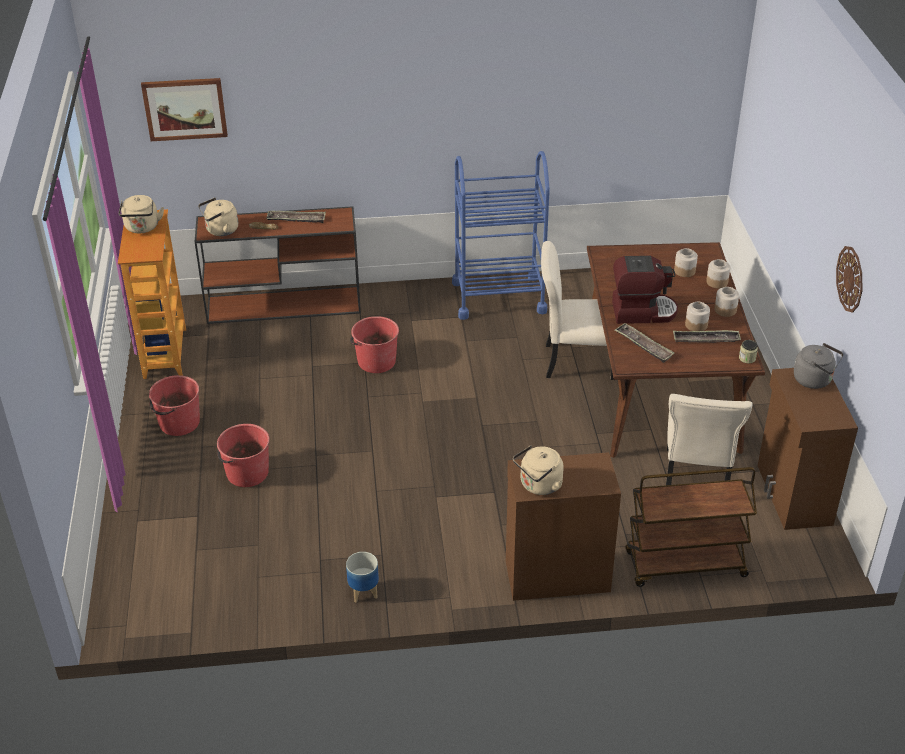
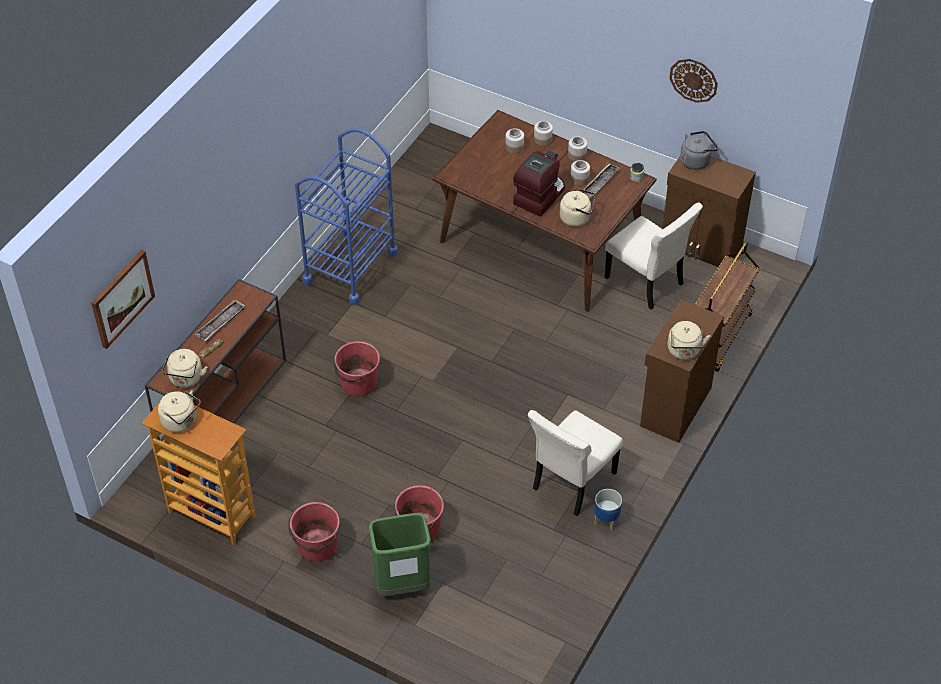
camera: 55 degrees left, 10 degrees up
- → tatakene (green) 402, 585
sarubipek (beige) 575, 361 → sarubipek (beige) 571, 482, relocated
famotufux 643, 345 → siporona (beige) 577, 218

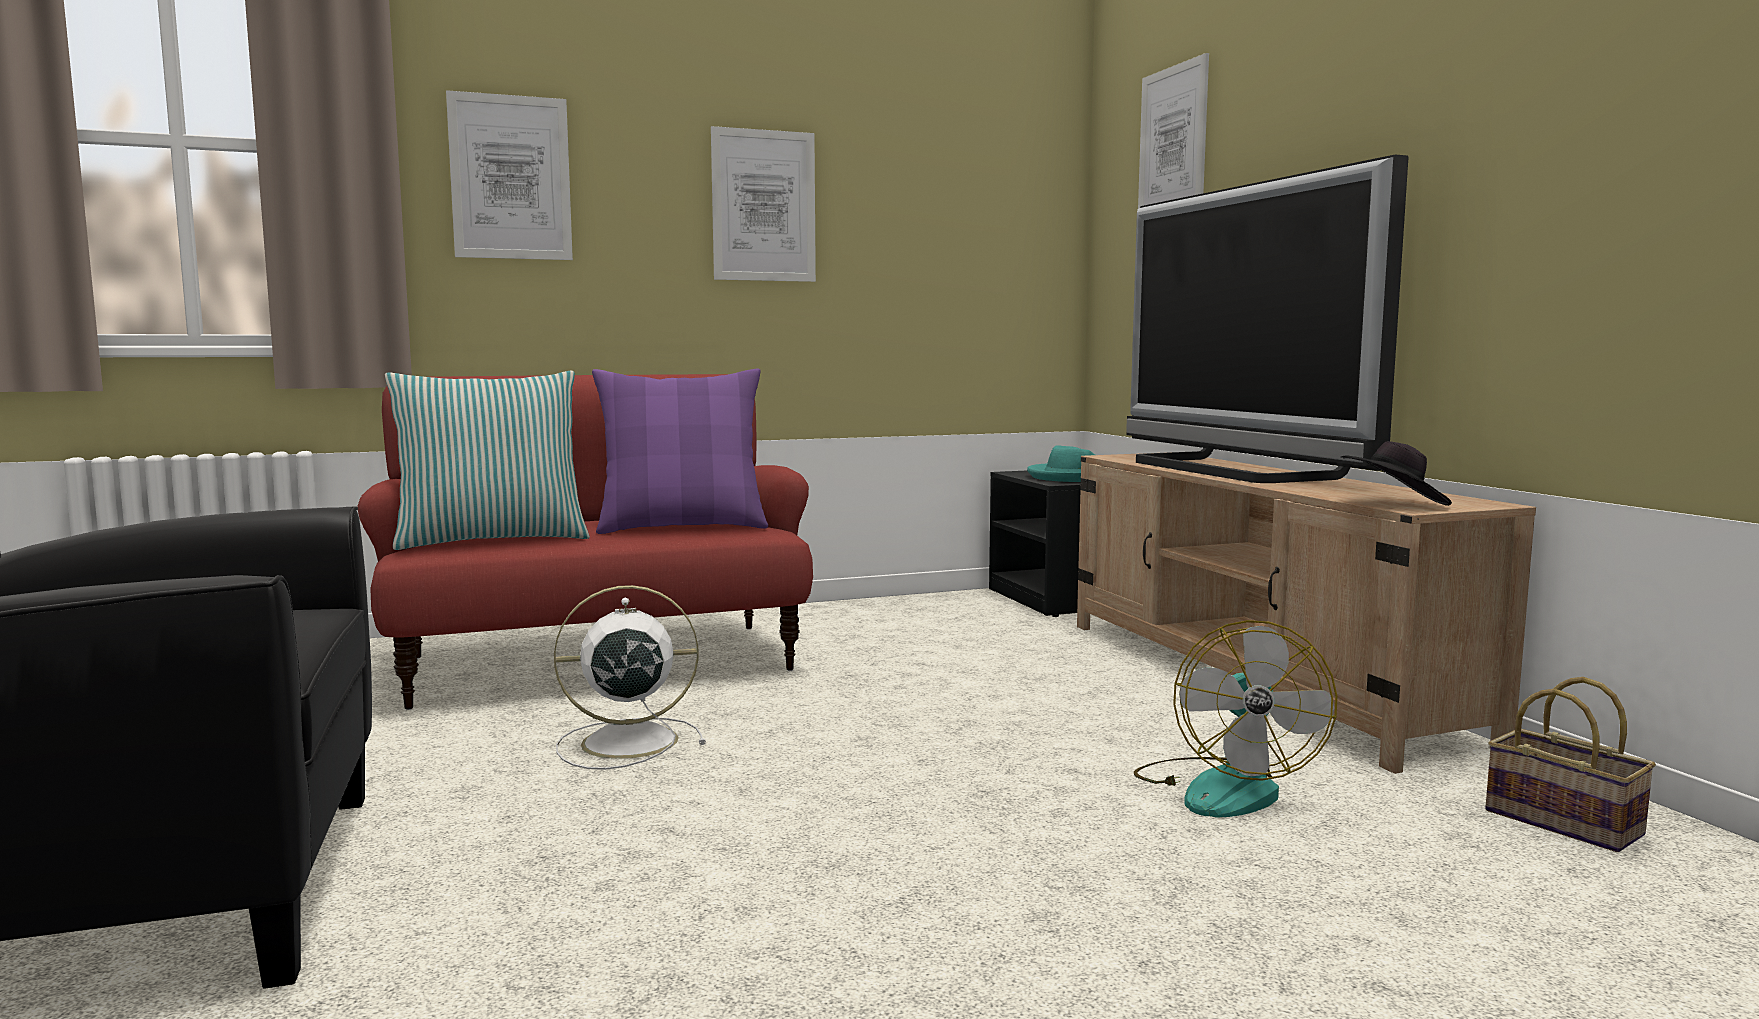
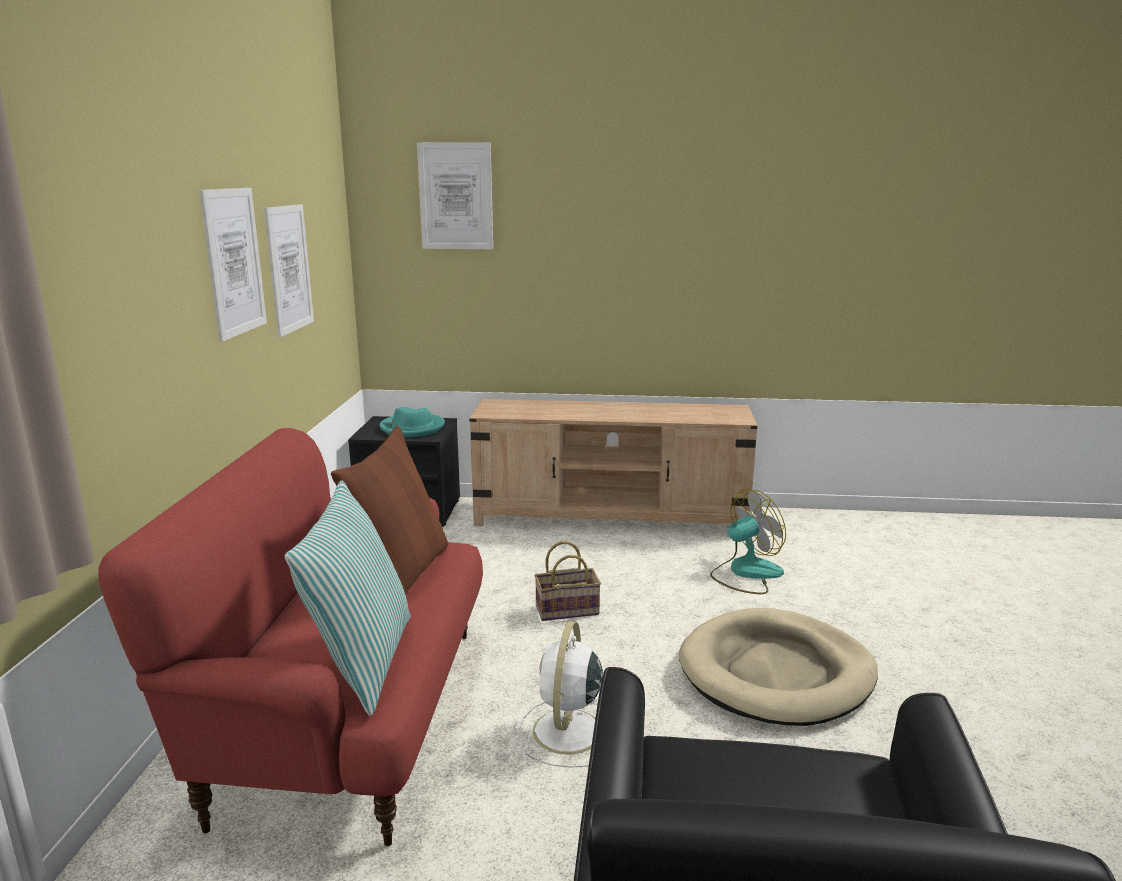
camera: 65 degrees left, 10 degrees up
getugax 1228, 470 → -
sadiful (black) 1395, 504 → -
- → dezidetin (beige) 776, 673
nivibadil 510, 177 → nivibadil 289, 268, relocated
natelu 1567, 823 → natelu 568, 609, relocated
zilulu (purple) 682, 527 → zilulu (brown) 402, 574
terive 1225, 787 → terive 745, 573, 60 degrees counterclockwise

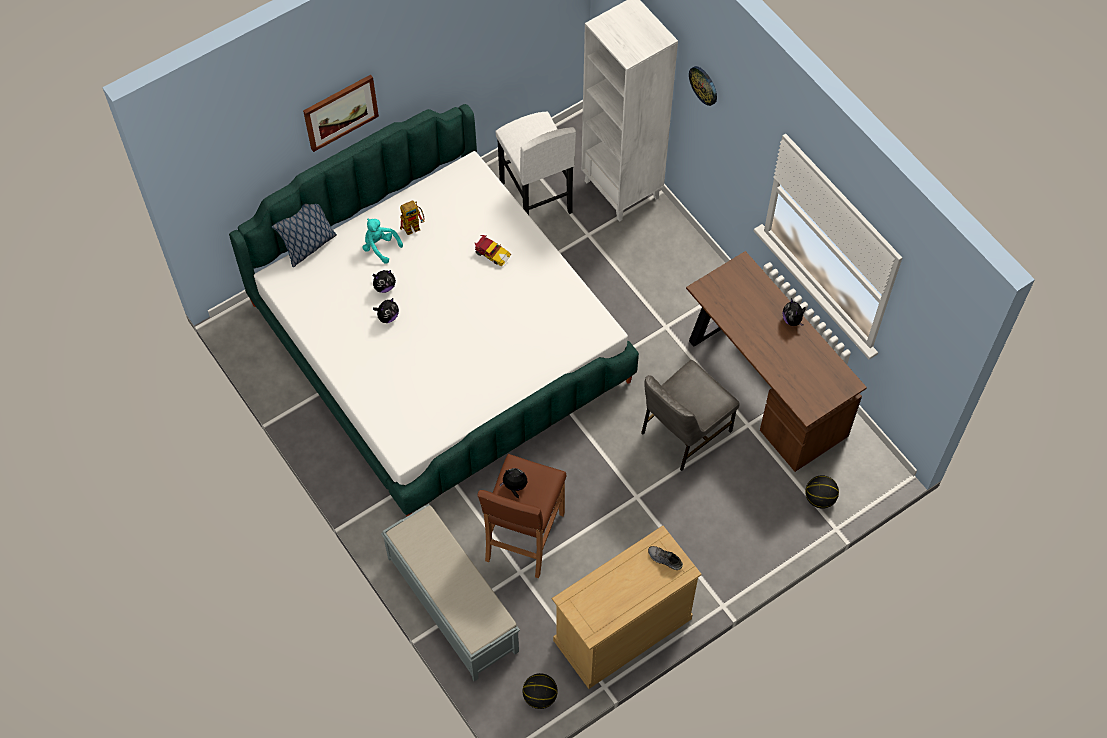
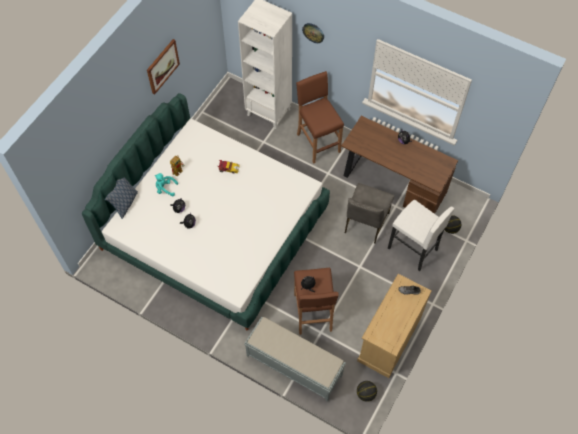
camera: 25 degrees left, 0 degrees up
- → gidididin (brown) 318, 142
nivibadil 340, 112 → nivibadil 162, 66, relocated
gidididin (white) 535, 198 → gidididin (white) 412, 249, relocated

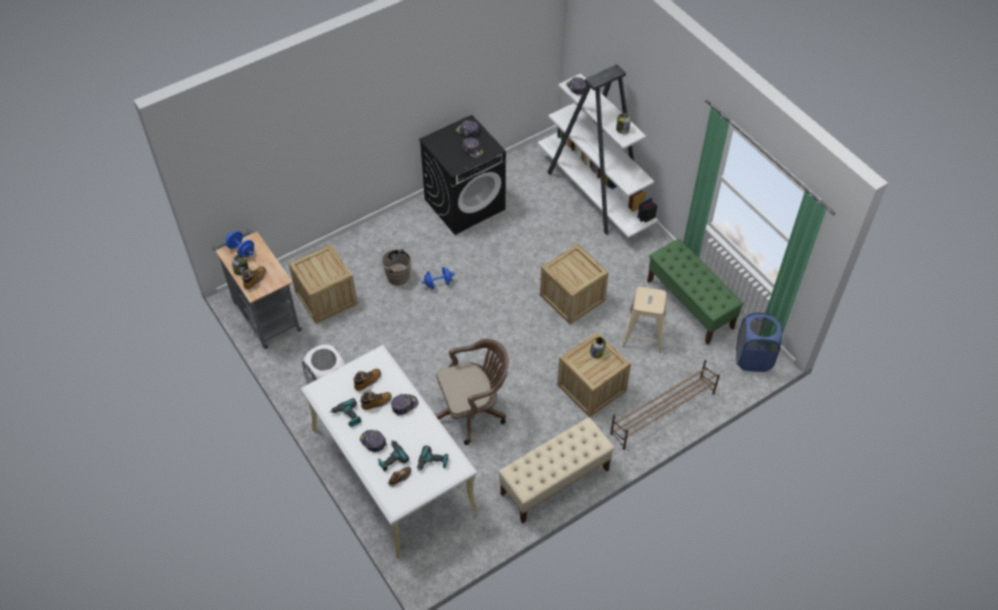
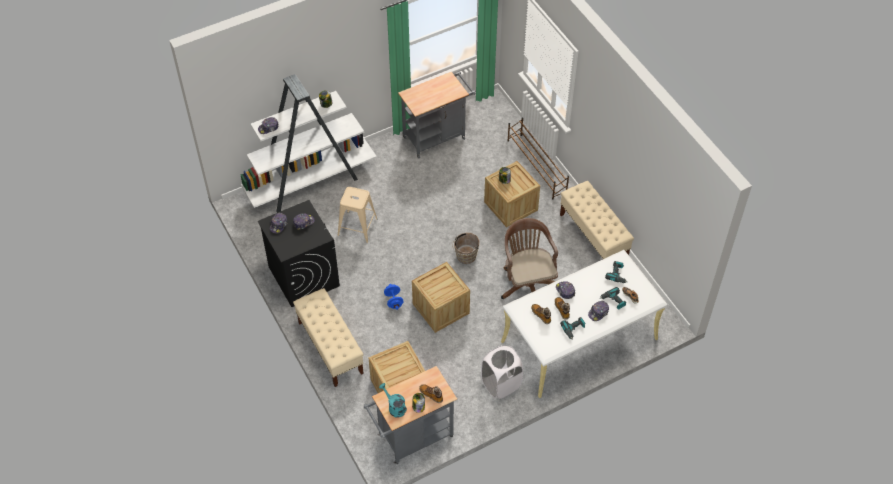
camera: 85 degrees left, 0 degrees up
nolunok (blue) 753, 358 → -
- → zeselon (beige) 330, 347
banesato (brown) 396, 275 → banesato (brown) 465, 257, relocated
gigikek 572, 298 → gigikek 441, 308, relocated
gidididin (beige) 644, 334 → gidididin (beige) 357, 227, relocated
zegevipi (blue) 241, 250 → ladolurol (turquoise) 394, 407
zeselon (green) 690, 304 → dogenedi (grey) 437, 136

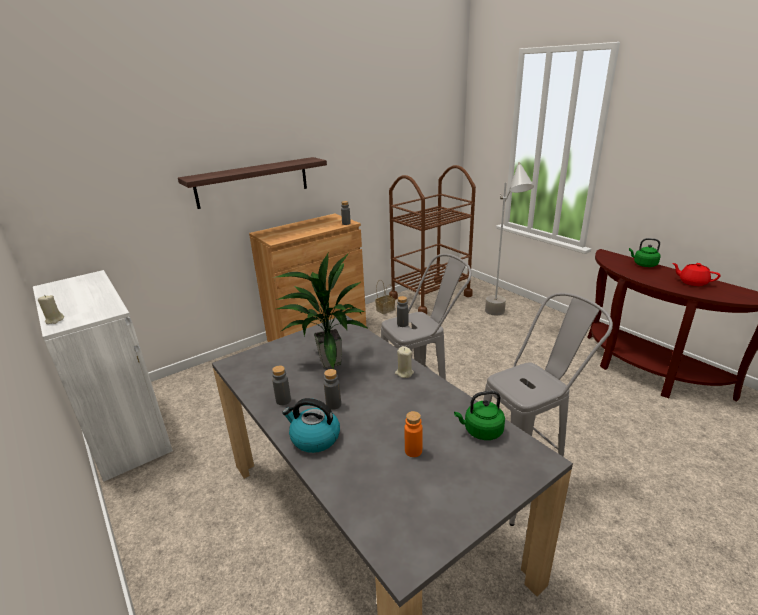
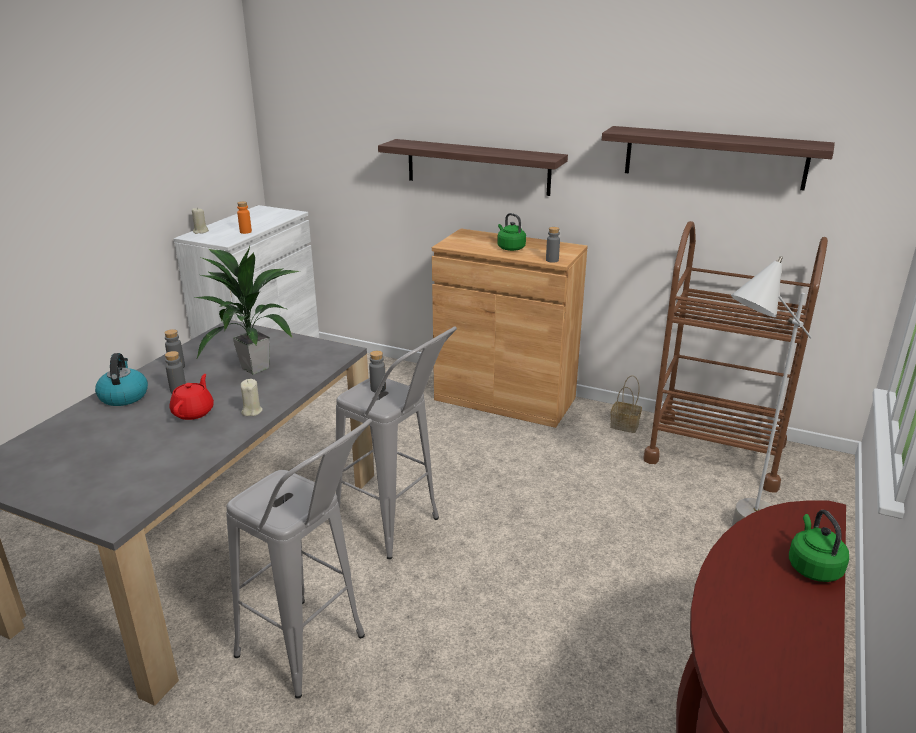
camera: 60 degrees right, 0 degrees up
- → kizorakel 714, 157
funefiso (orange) 413, 451 → funefiso (orange) 245, 232, relocated
siporona (green) 481, 431 → siporona (green) 510, 248, relocated
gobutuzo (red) 692, 282 → gobutuzo (red) 194, 412, relocated

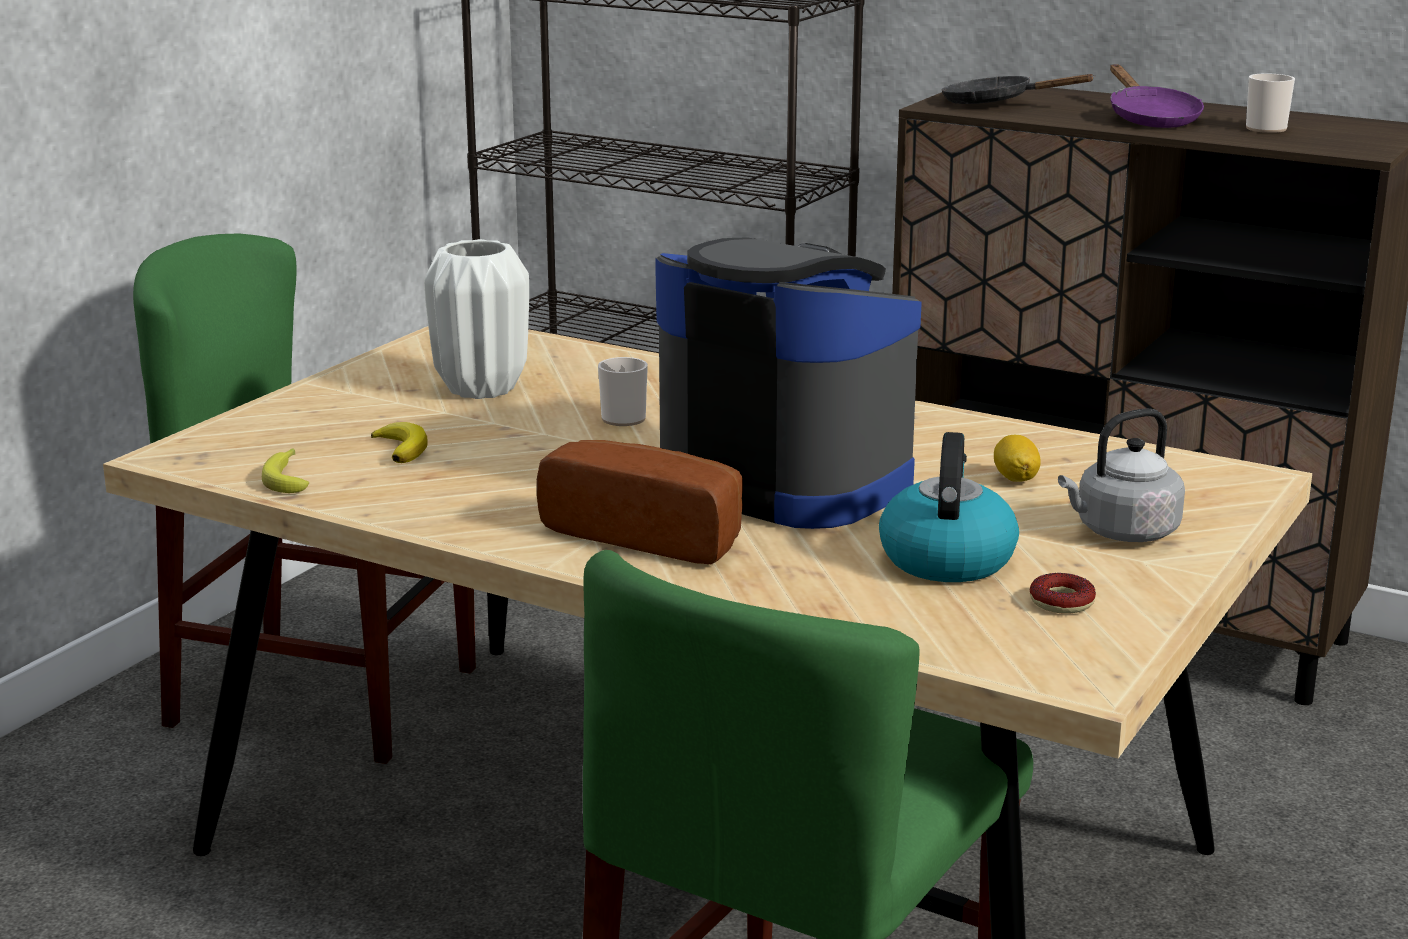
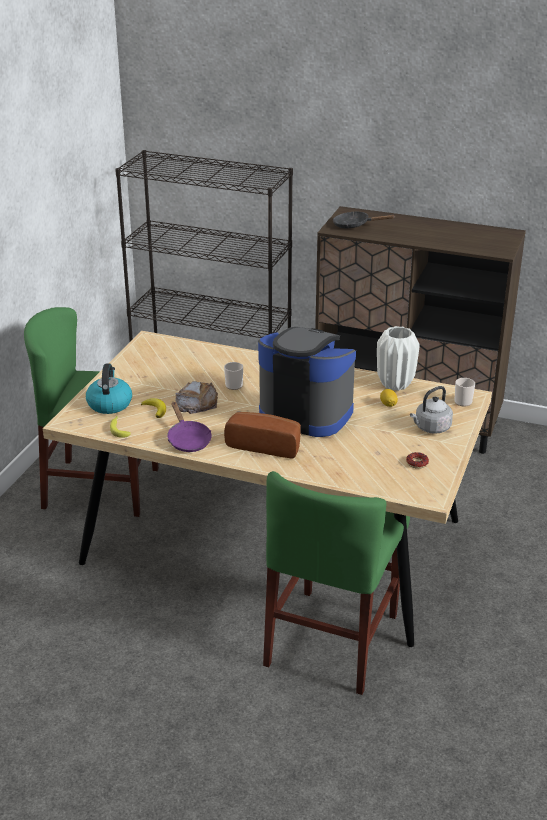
camera: 10 degrees left, 10 degrees up
- → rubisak 197, 402
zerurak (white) 480, 389 → zerurak (white) 394, 384, relocated
siporona 946, 558 → siporona 109, 404, relocated
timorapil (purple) 1149, 118 → timorapil (purple) 188, 440, relocated
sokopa 1267, 127 → sokopa 463, 400, relocated

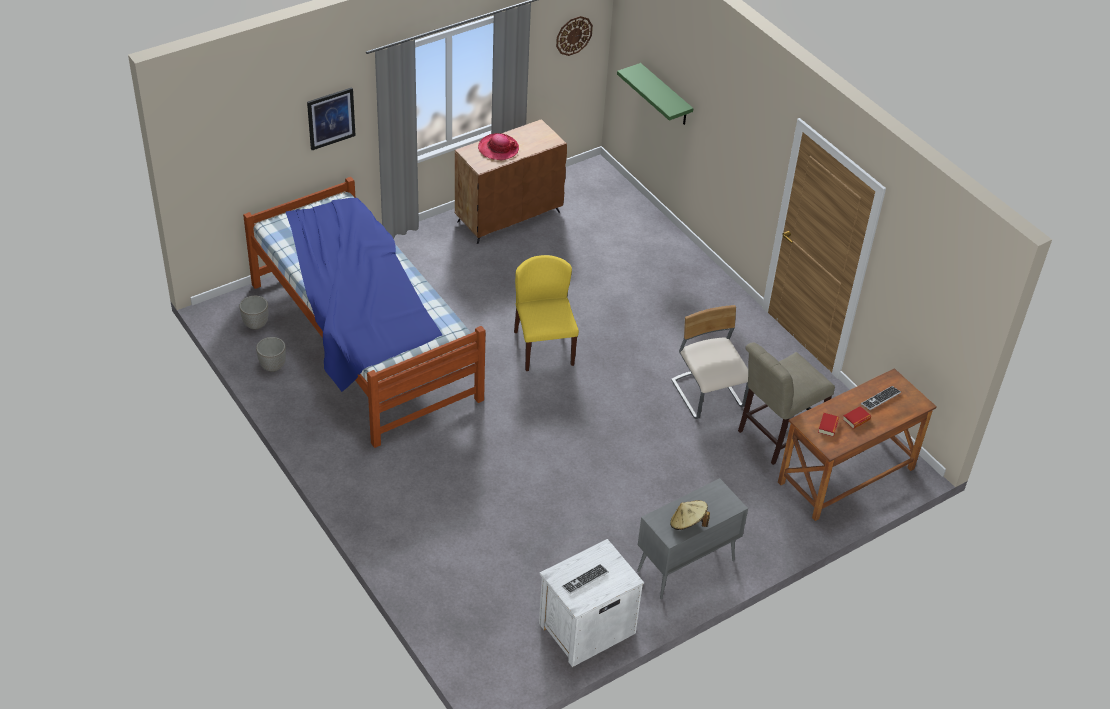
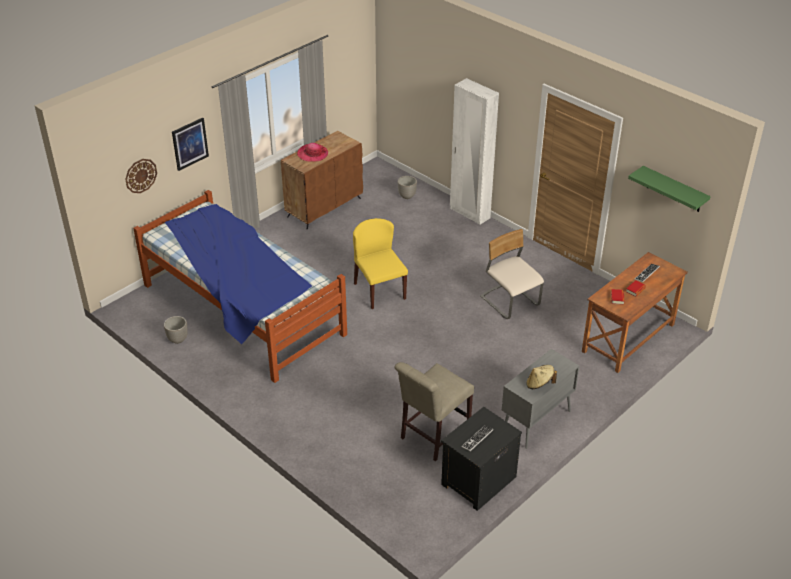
camera: 10 degrees left, 5 degrees down
- → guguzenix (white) 469, 213
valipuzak 256, 324 → valipuzak 407, 196, relocated
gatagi 573, 35 → gatagi 141, 175, relocated
kizorakel (green) 665, 95 → kizorakel (green) 674, 190, relocated
sarubipek (beige) 775, 436 → sarubipek (beige) 432, 436, relocated
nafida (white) 585, 628 → nafida (black) 477, 481

